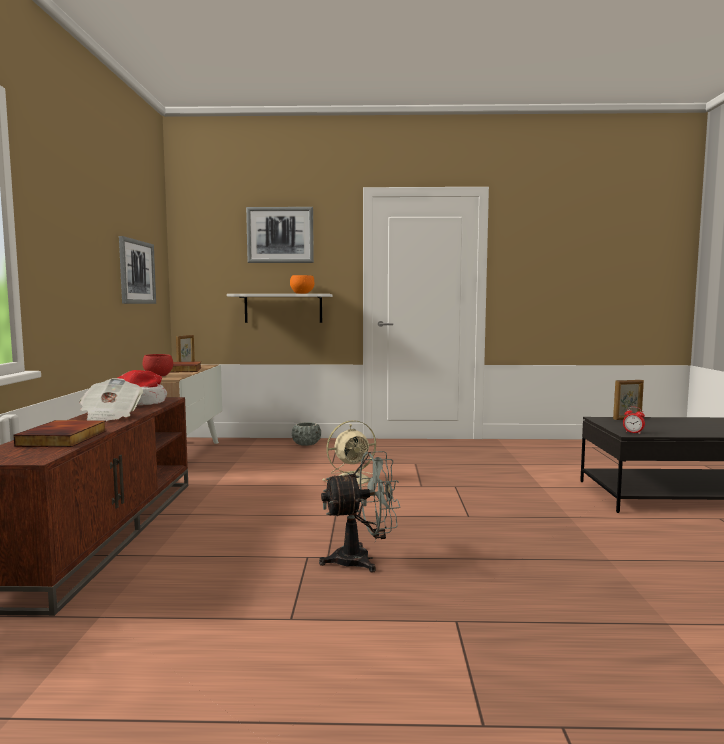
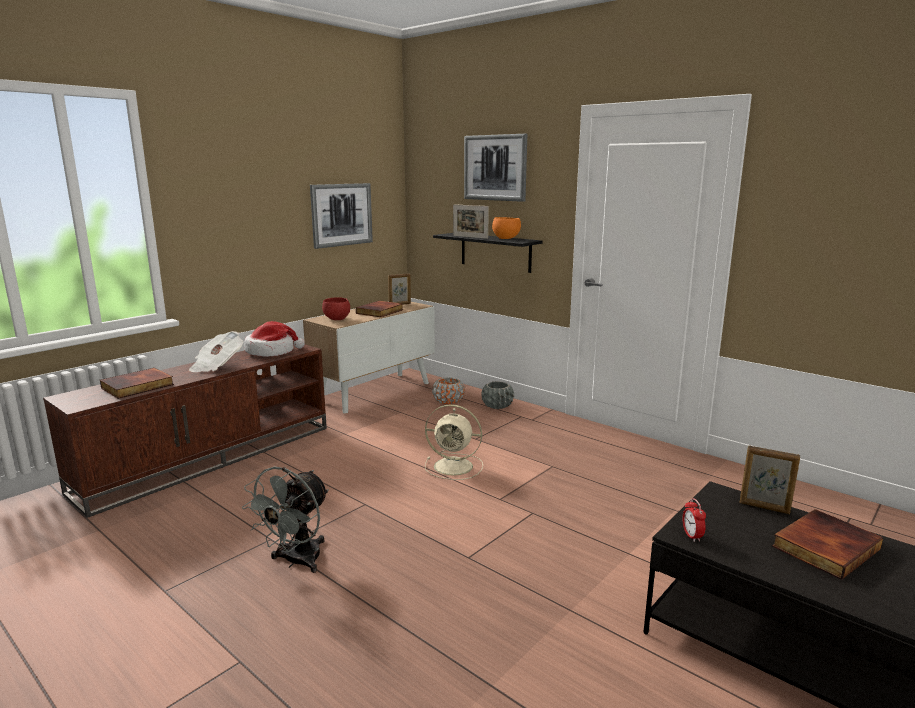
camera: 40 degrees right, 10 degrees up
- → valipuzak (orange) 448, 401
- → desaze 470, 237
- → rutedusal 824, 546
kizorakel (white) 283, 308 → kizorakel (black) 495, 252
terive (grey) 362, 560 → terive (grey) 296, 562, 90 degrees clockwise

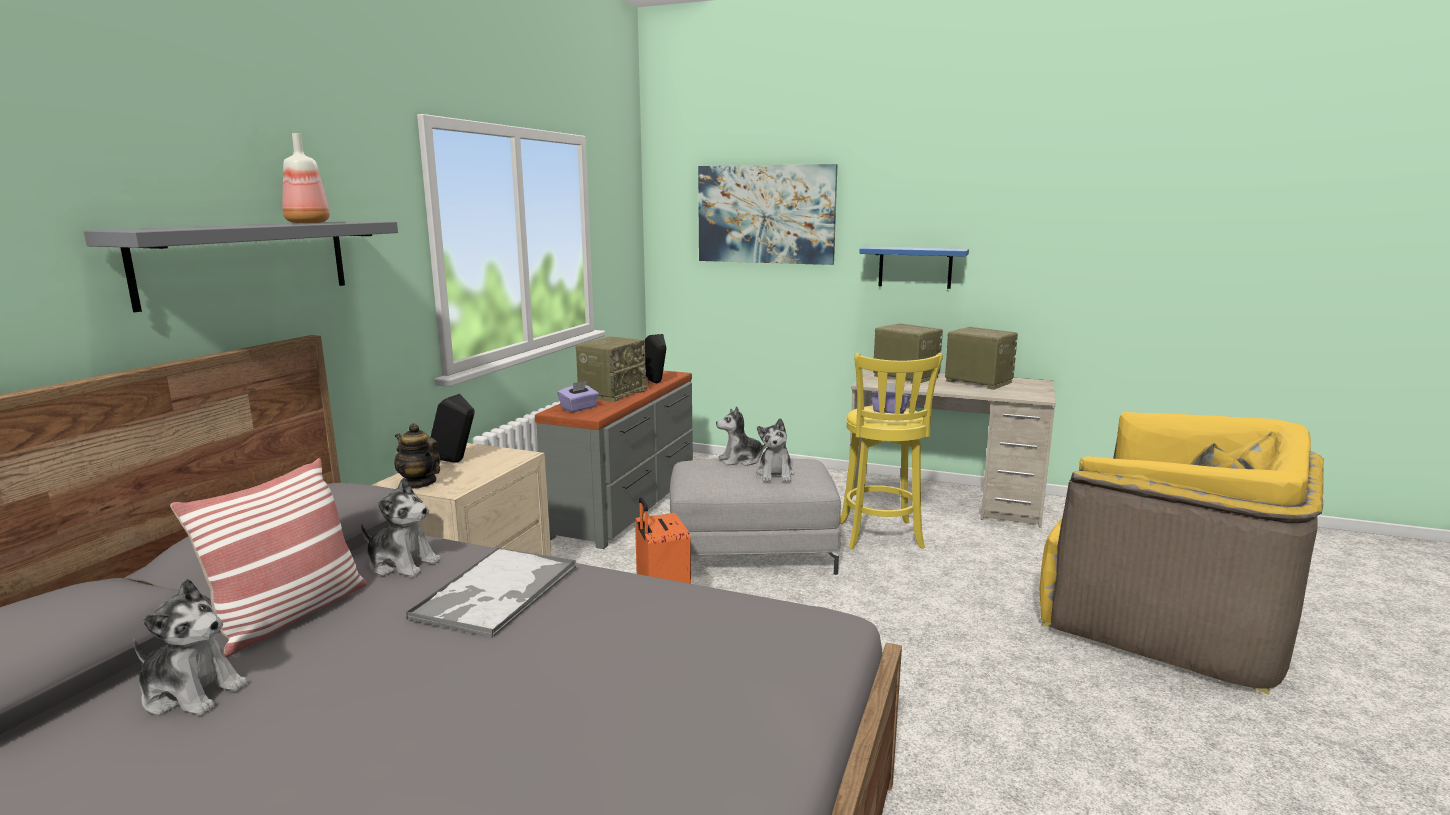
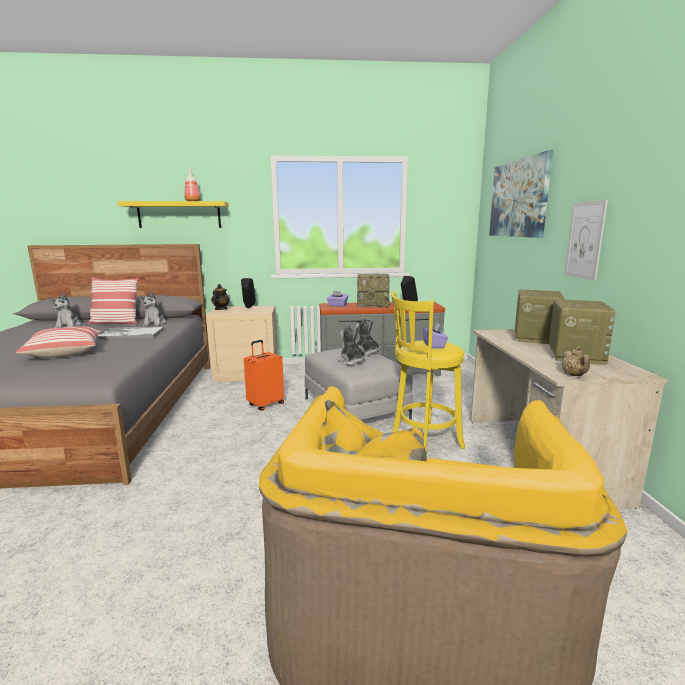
camera: 65 degrees right, 0 degrees up
- → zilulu 64, 352
- → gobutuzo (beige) 574, 375
kizorakel (blue) 915, 267 → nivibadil 585, 240
kizorakel (grey) 246, 261 → kizorakel (yellow) 179, 215
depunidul 775, 474 → depunidul 351, 362, 75 degrees clockwise

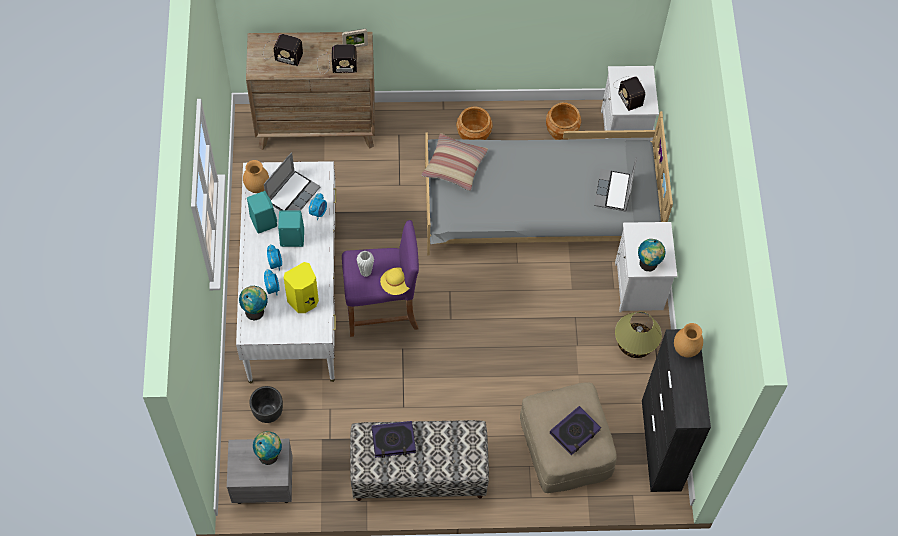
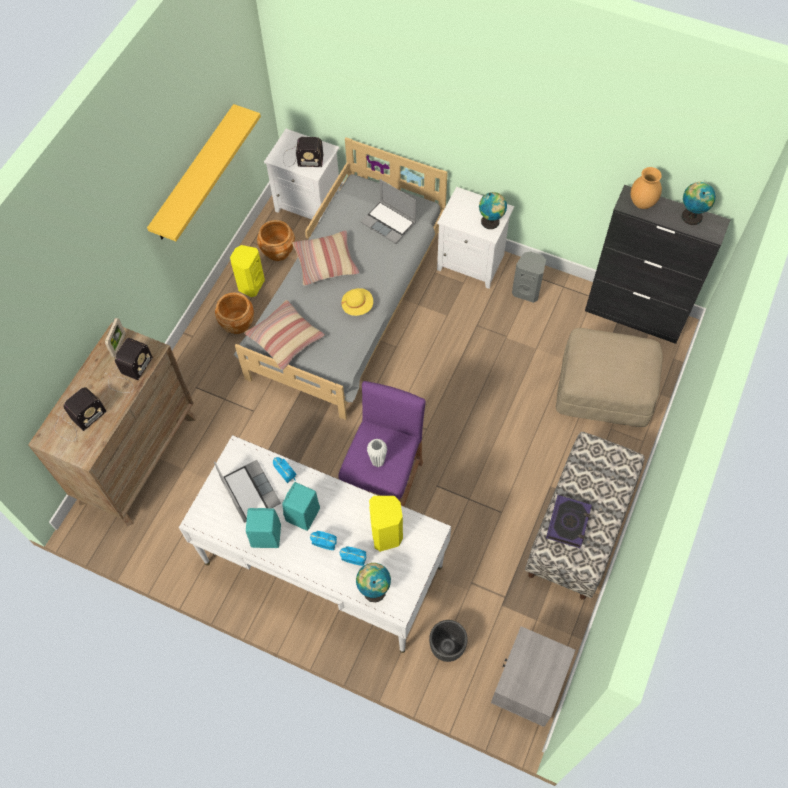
camera: 60 degrees left, 0 degrees up
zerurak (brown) 257, 187 → -
rutedusal 575, 432 → -
- → kizorakel (yellow) 194, 174
- → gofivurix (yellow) 250, 285
- → zilulu 326, 262
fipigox 269, 455 → fipigox 691, 215, relocated
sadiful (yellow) 396, 284 → sadiful (yellow) 357, 306, relocated
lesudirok 635, 344 → gofivurix (grey) 527, 291

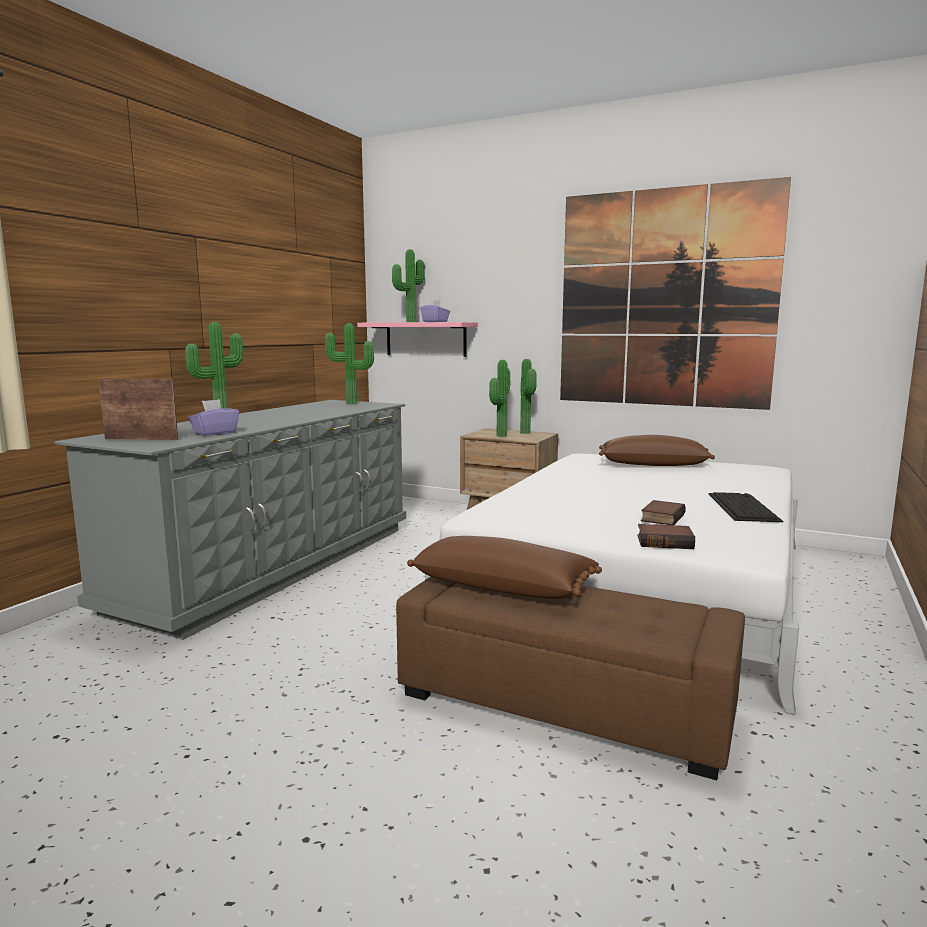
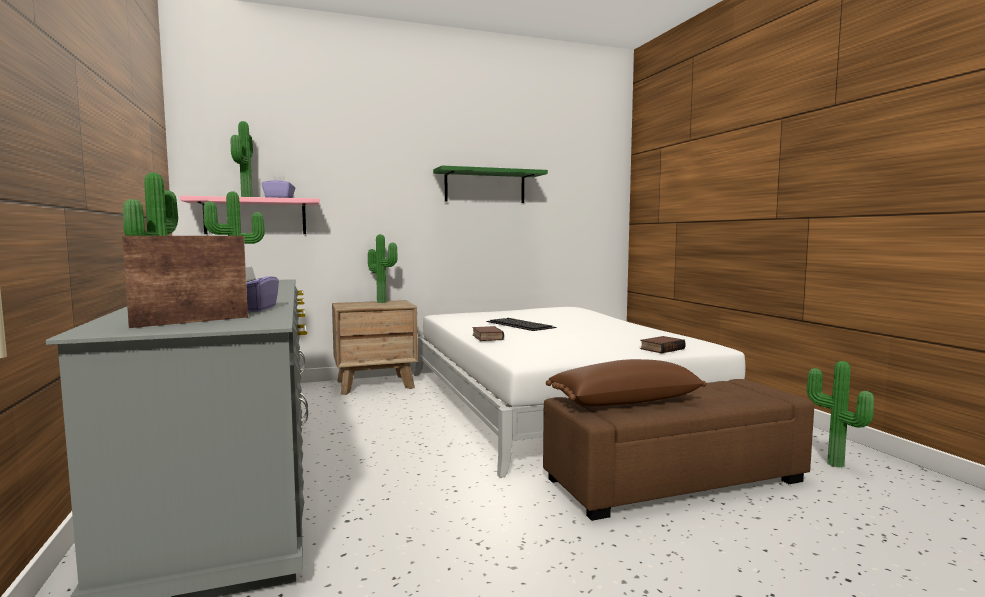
camera: 45 degrees left, 5 degrees down
zilulu (brown) 653, 464 → -
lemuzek 499, 436 → lemuzek 834, 465, relocated
rutedusal 661, 517 → rutedusal 486, 337, relocated
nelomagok 742, 506 → nelomagok 519, 324, relocated
nivibadil 664, 299 → kizorakel (green) 485, 186

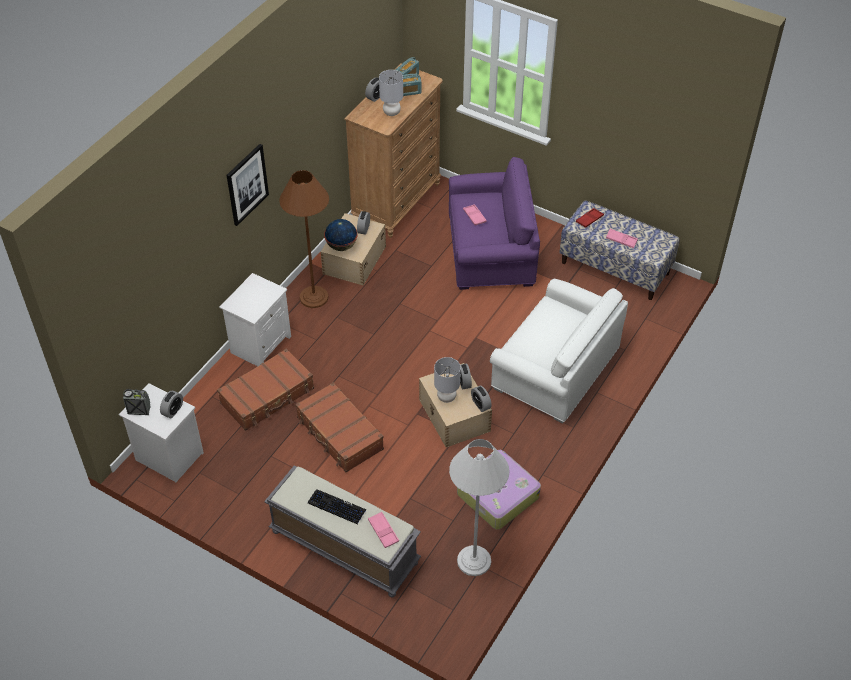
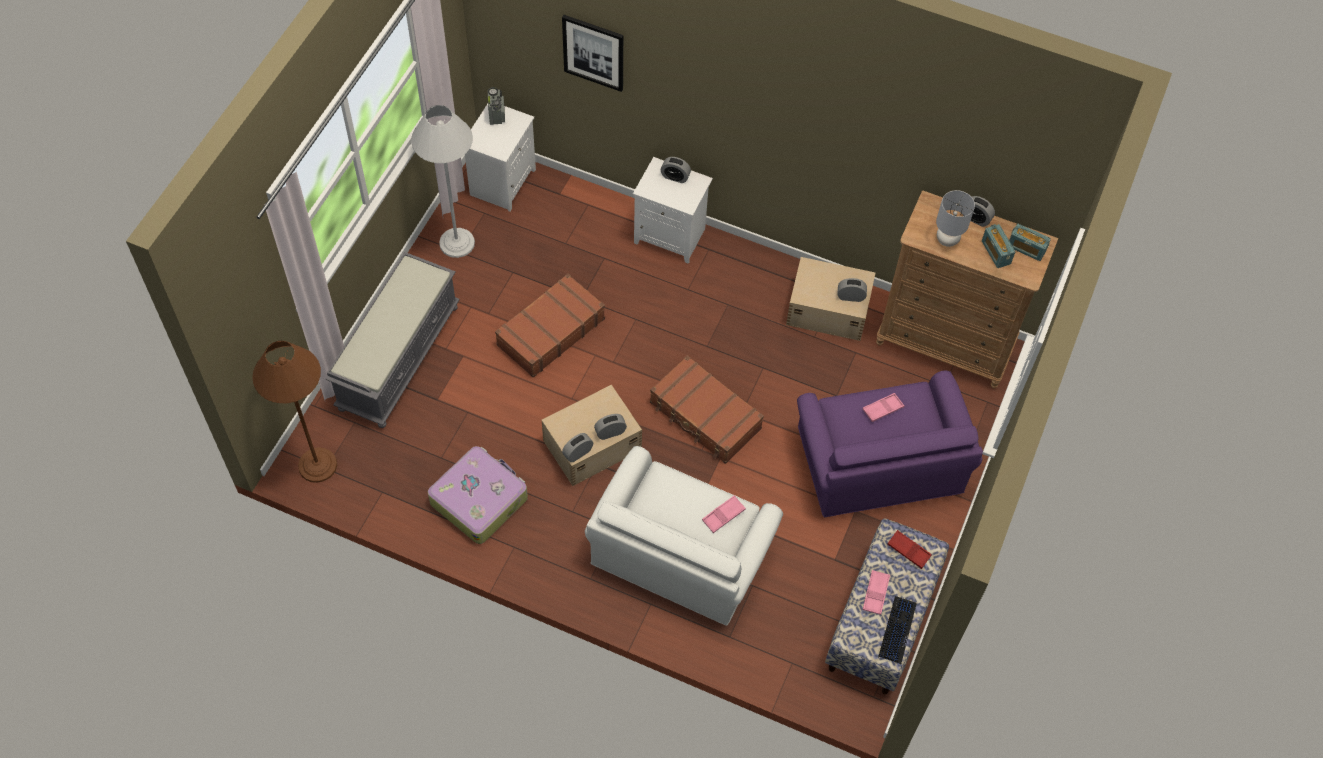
camera: 80 degrees right, 10 degrees up
fipigox 341, 246 → -
lesudirok (grey) 446, 397 → -
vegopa 173, 410 → vegopa 675, 177, relocated
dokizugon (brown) 268, 396 → dokizugon (brown) 705, 416, relocated
nivibadil 247, 184 → nivibadil 593, 52, relocated
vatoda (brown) 314, 297 → vatoda (brown) 317, 465, relocated
nelomagok 336, 507 → nelomagok 897, 630, relocated
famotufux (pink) 383, 531 → famotufux (pink) 723, 515, relocated
vatoda (white) 474, 561 → vatoda (white) 457, 243, relocated

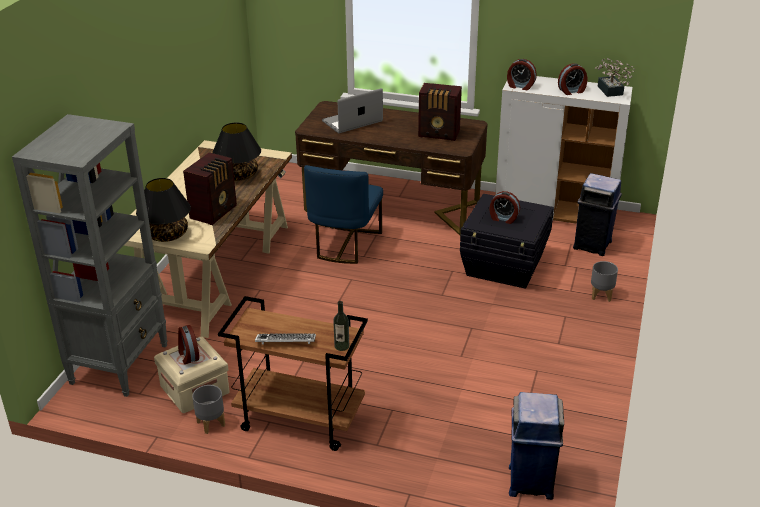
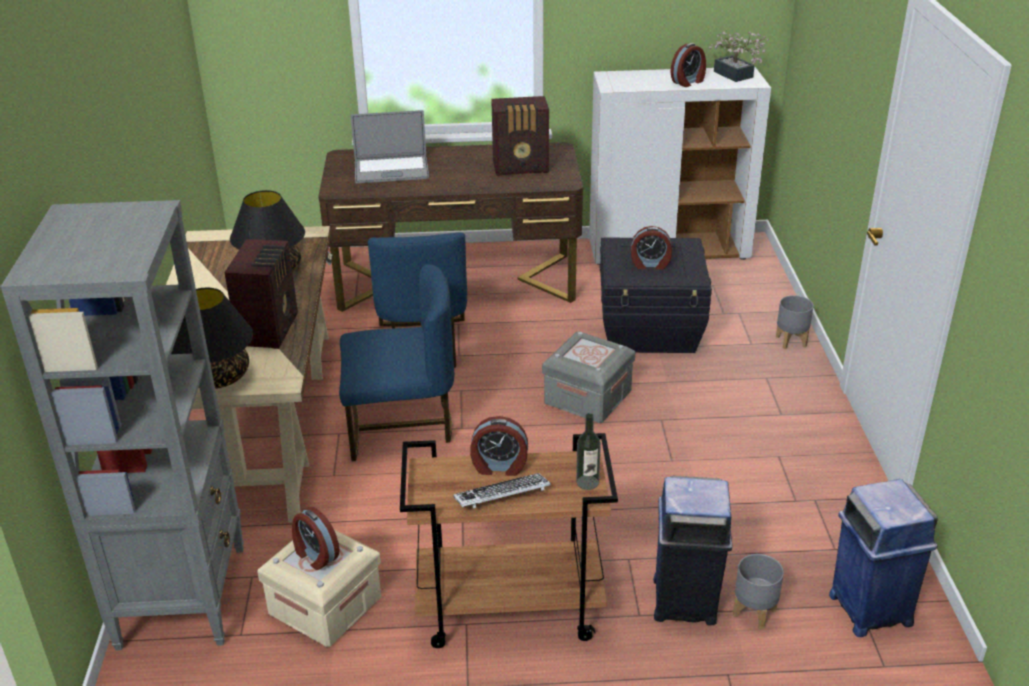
camera: 20 degrees left, 0 degrees up
- → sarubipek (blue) 400, 426
- → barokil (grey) 588, 397
valipuzak (grey) 211, 424 → valipuzak (grey) 755, 613, relocated
vegopa 520, 86 → vegopa 499, 467, relocated
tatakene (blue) 593, 245 → tatakene (blue) 686, 601, relocated
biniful 352, 121 → biniful 391, 170, 135 degrees counterclockwise

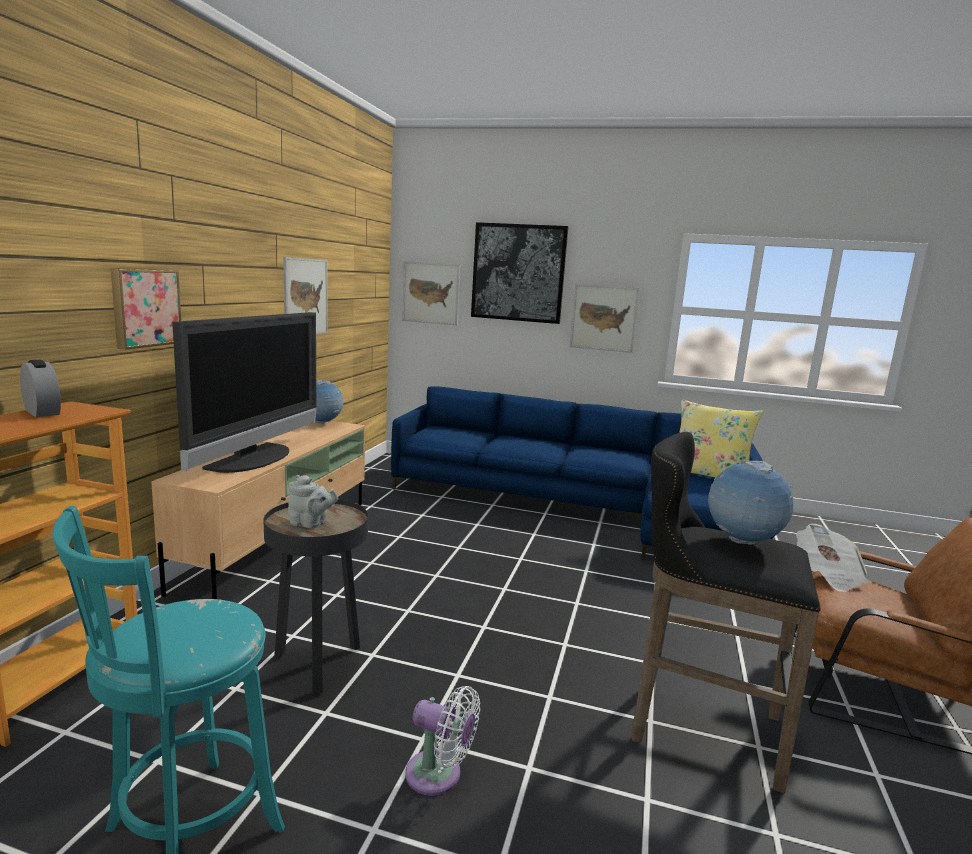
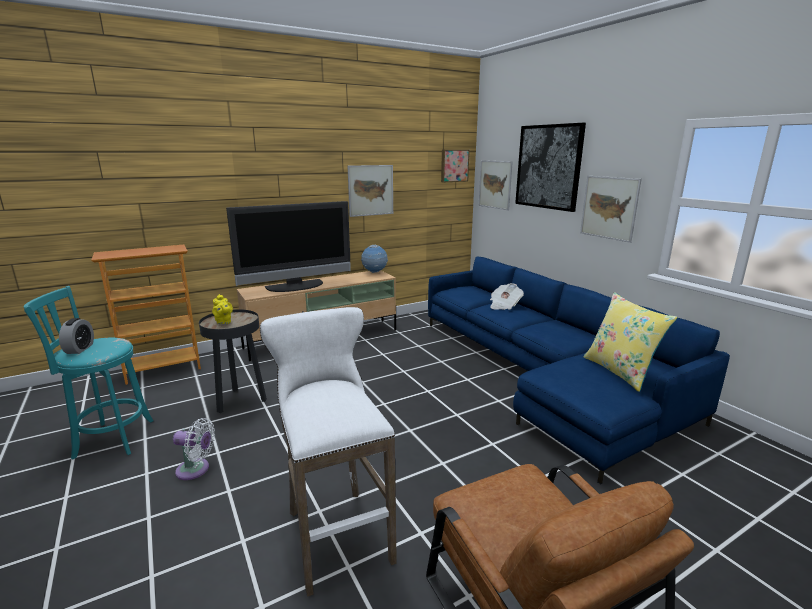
camera: 45 degrees right, 5 degrees up
fipigox 742, 542 → -
vegopa 42, 412 → vegopa 80, 349, relocated
nivibadil 145, 307 → nivibadil 454, 165, relocated
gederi 828, 575 → gederi 504, 305, relocated
gobutuzo (grey) 310, 524 → gobutuzo (yellow) 223, 322
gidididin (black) 697, 728 → gidididin (white) 335, 532
terive (white) 438, 776 → terive (white) 196, 470, 60 degrees counterclockwise

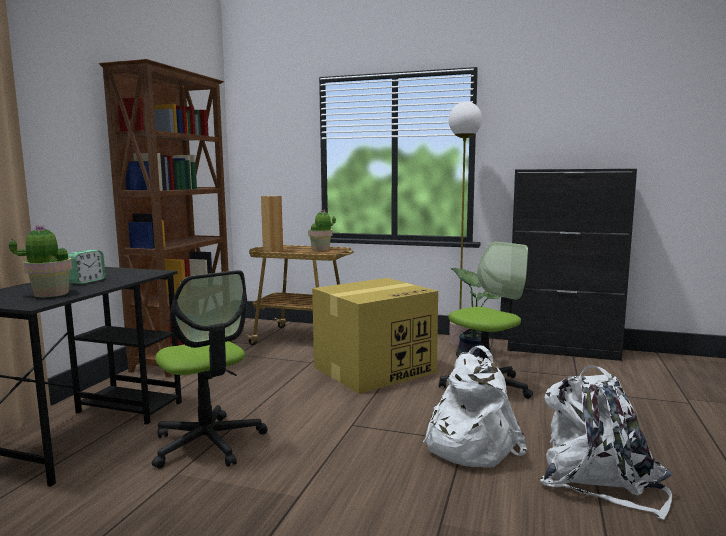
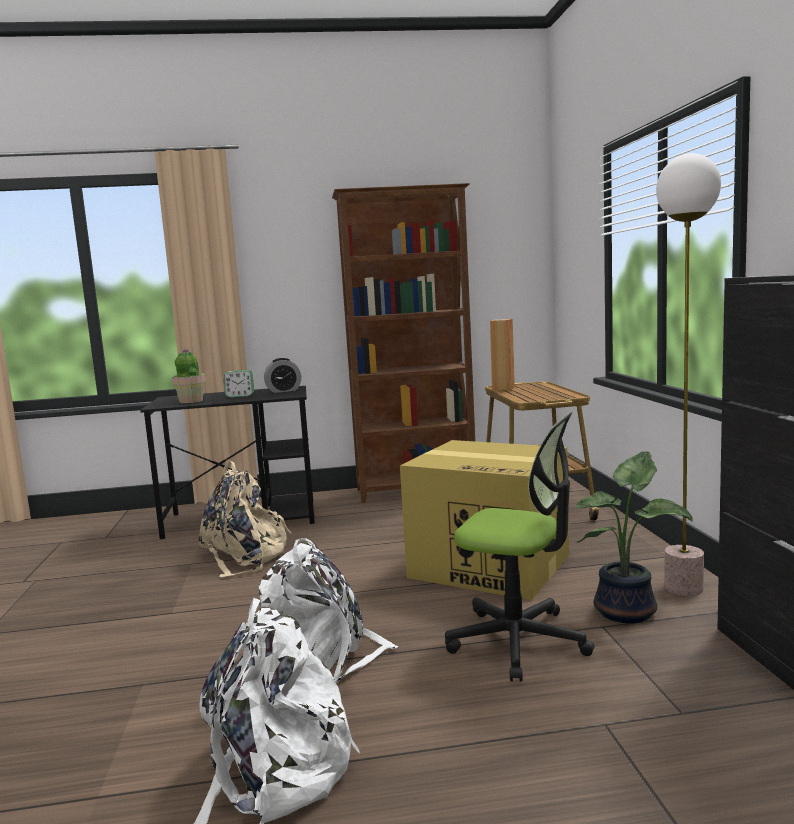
camera: 65 degrees right, 0 degrees up
lemuzek 321, 249 → -
- → vegopa 283, 391
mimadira 208, 443 → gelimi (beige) 245, 556

